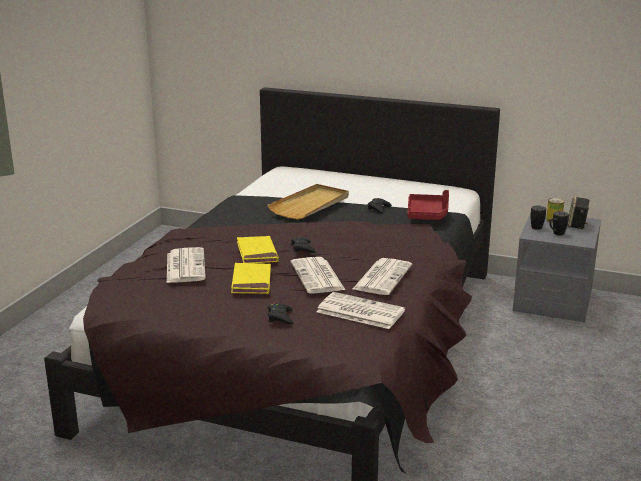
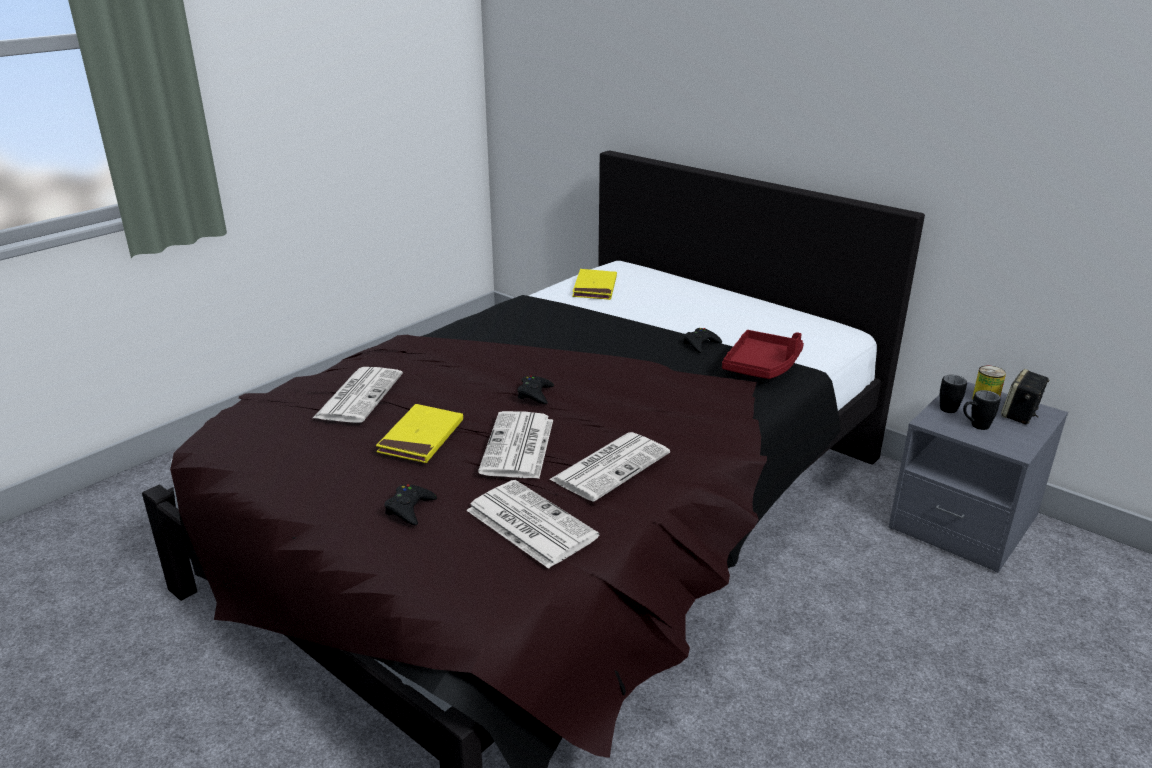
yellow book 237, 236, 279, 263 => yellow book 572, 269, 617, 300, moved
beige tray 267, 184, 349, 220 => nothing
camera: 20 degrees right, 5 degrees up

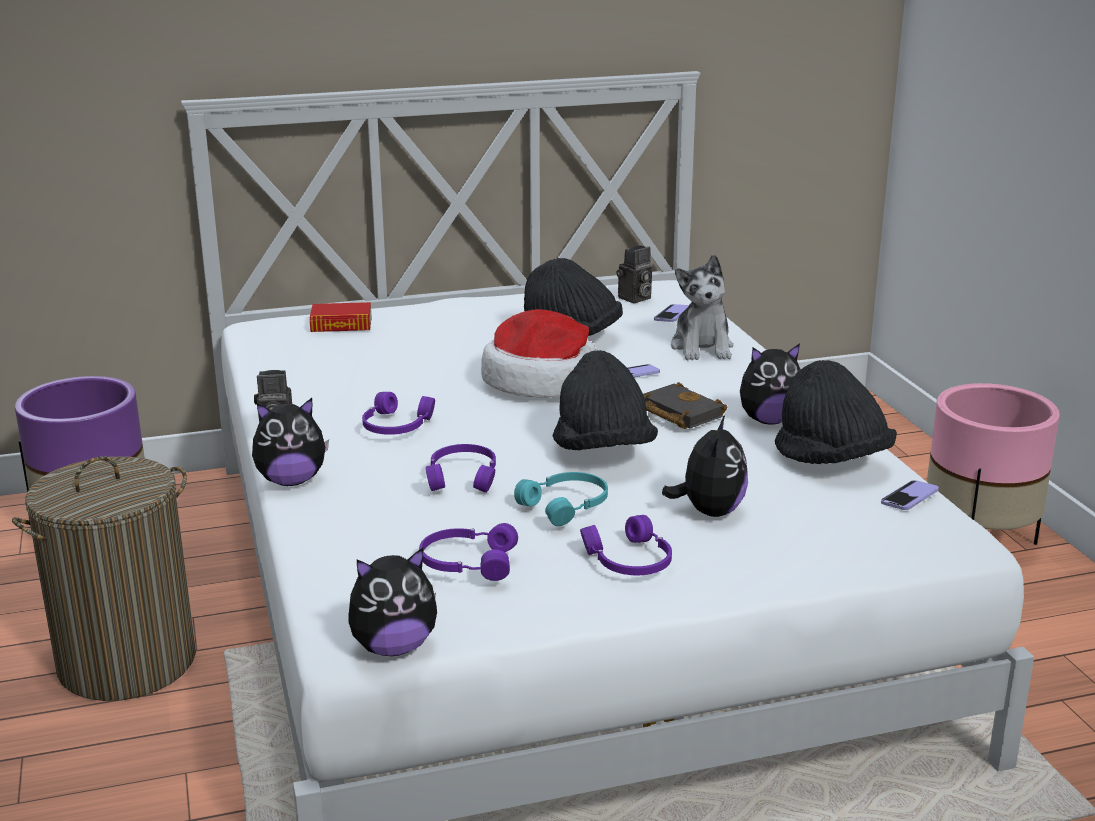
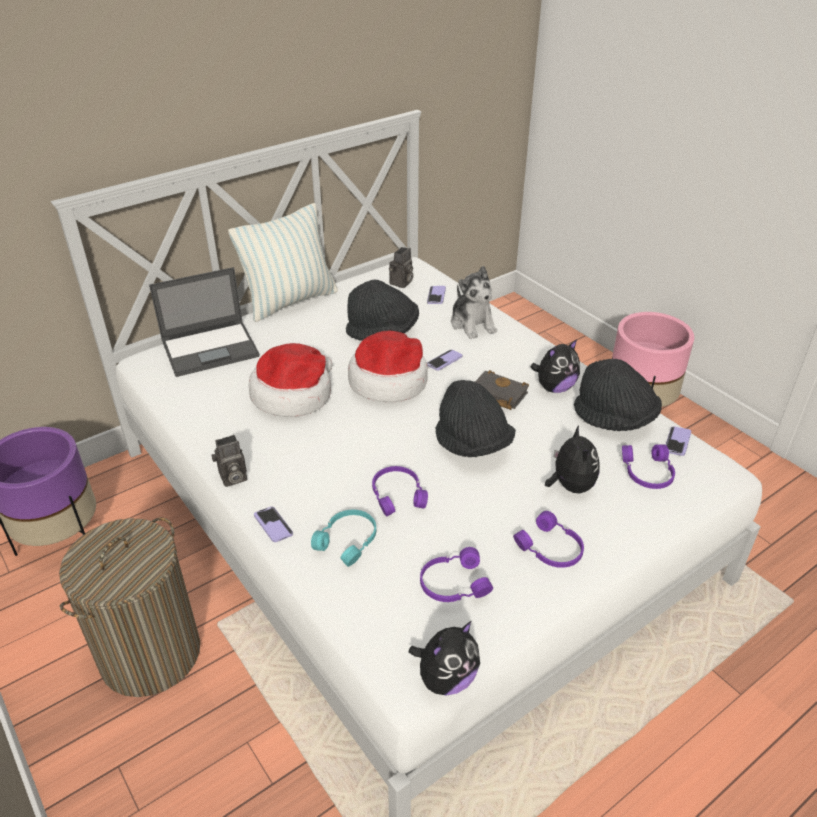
plush toy 252, 398, 329, 486 => phone 254, 506, 293, 542
book 310, 302, 372, 332 => laptop 149, 267, 260, 377
purple headphones 362, 392, 435, 435 => purple headphones 622, 444, 675, 489, moved
turquoise headphones 514, 472, 608, 526 => turquoise headphones 311, 510, 376, 567, moved
nothing => pillow 228, 203, 338, 322
nothing => hat 249, 343, 332, 417
camera: 20 degrees left, 15 degrees up

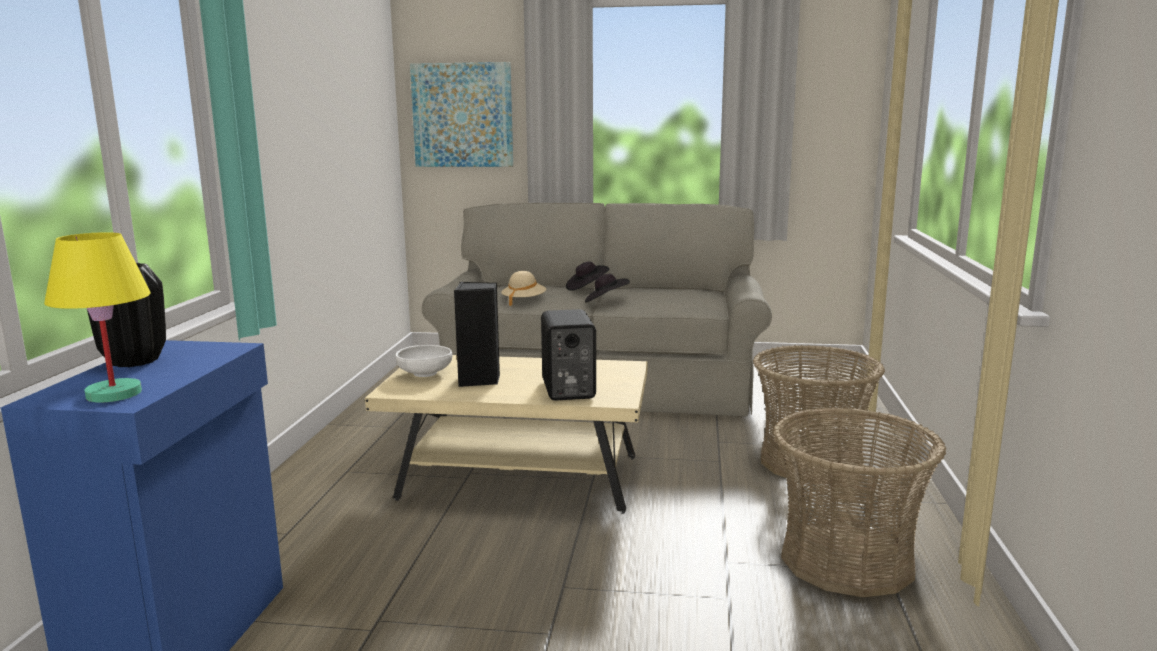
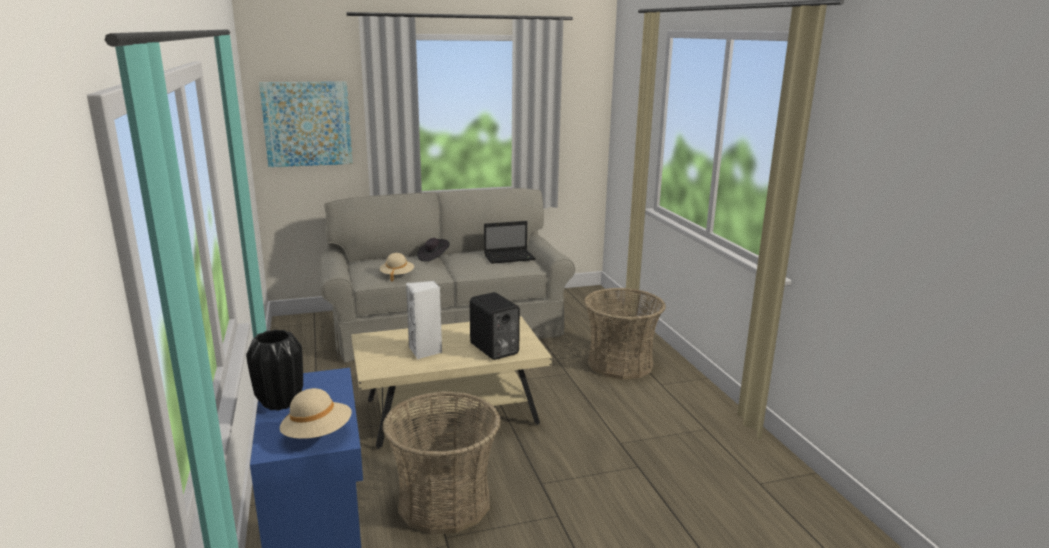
yellow table lamp 44, 232, 151, 402 => beige hat 280, 388, 352, 439
white bowl 395, 345, 453, 377 => nothing
black speaker 454, 282, 500, 387 => white speaker 406, 281, 442, 359
black hat 585, 274, 630, 302 => nothing
basket 773, 407, 946, 597 => basket 382, 391, 501, 534, moved
nothing => laptop 484, 221, 536, 264
camera: 25 degrees left, 5 degrees up

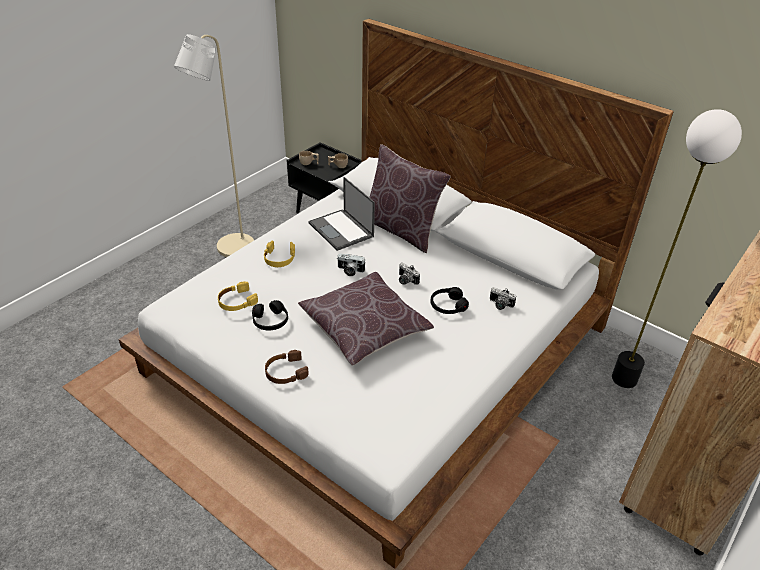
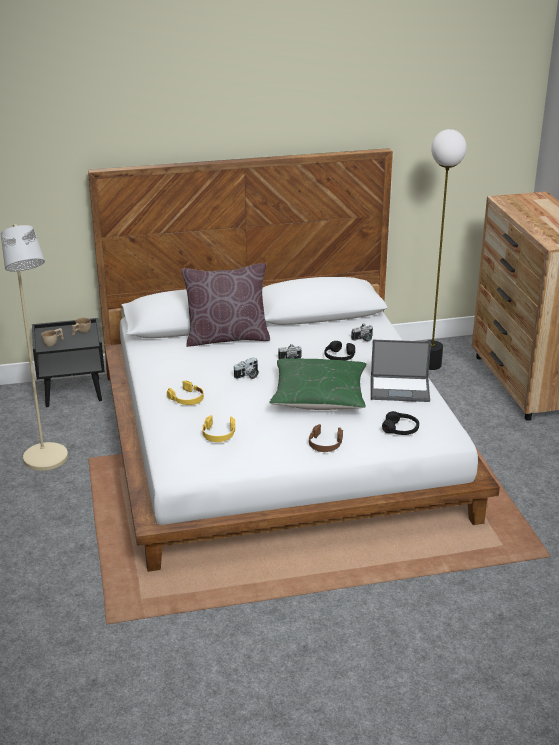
black headphones 252, 300, 288, 330 => black headphones 382, 411, 419, 435, moved
brown pillow 298, 272, 434, 366 => green pillow 269, 359, 366, 410
laptop 308, 177, 375, 251 => laptop 371, 340, 431, 402, moved
camera: 50 degrees left, 10 degrees down

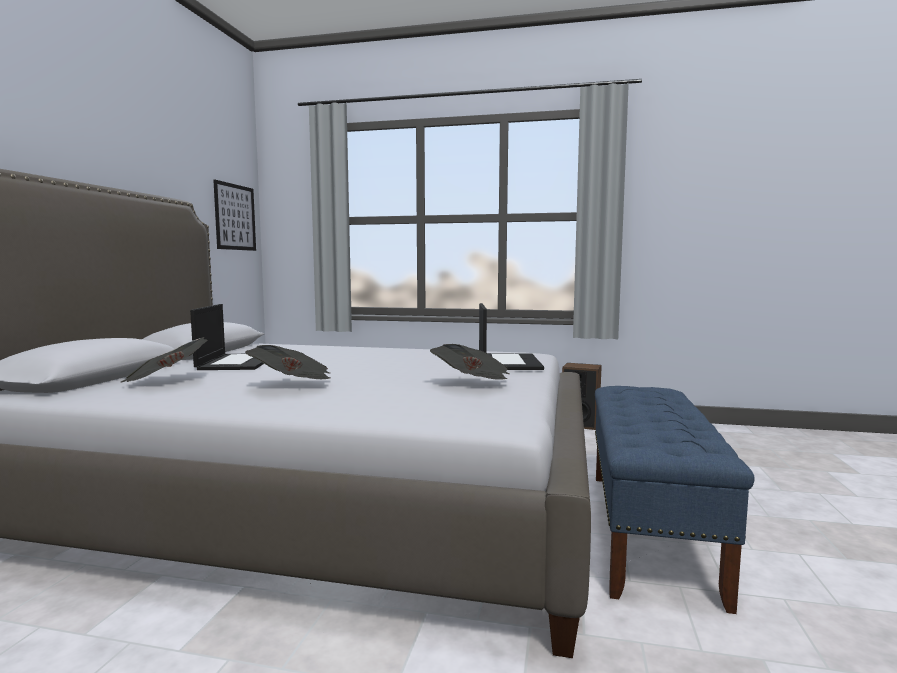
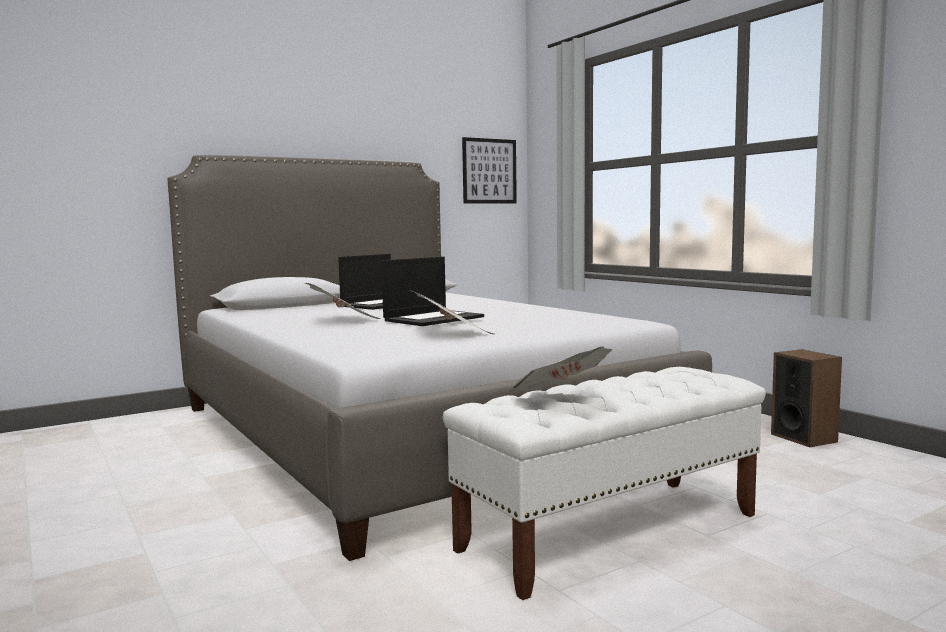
newspaper 121, 337, 207, 383 => newspaper 509, 346, 612, 392, moved
laptop 479, 303, 544, 370 => laptop 381, 257, 484, 326, moved
blue bench 595, 386, 755, 614 => white bench 443, 367, 766, 600
camera: 45 degrees right, 0 degrees up

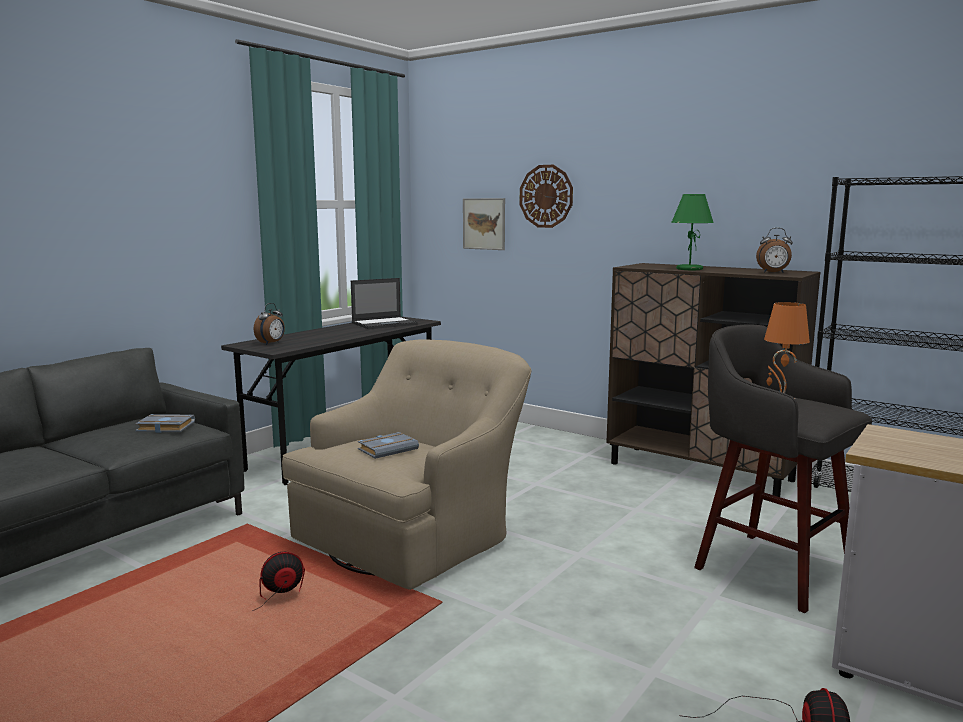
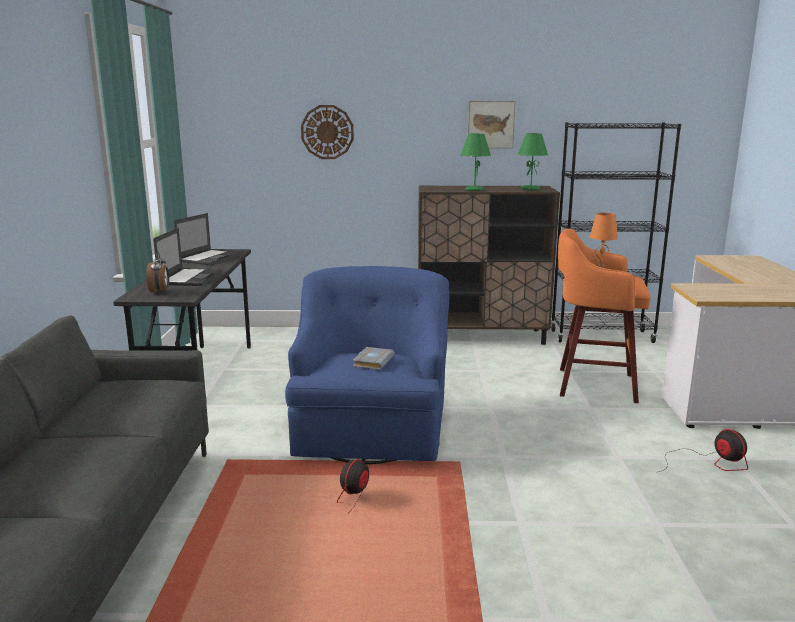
grey book 135, 414, 195, 433 => nothing
beige armchair 282, 339, 531, 590 => blue armchair 285, 266, 449, 464
picture 463, 198, 505, 250 => picture 468, 101, 516, 148, moved
grey stool 694, 324, 872, 613 => orange stool 558, 229, 651, 403
alarm clock 756, 228, 793, 273 => green table lamp 518, 133, 548, 190
nothing => laptop 153, 228, 222, 286
camera: 35 degrees left, 5 degrees up

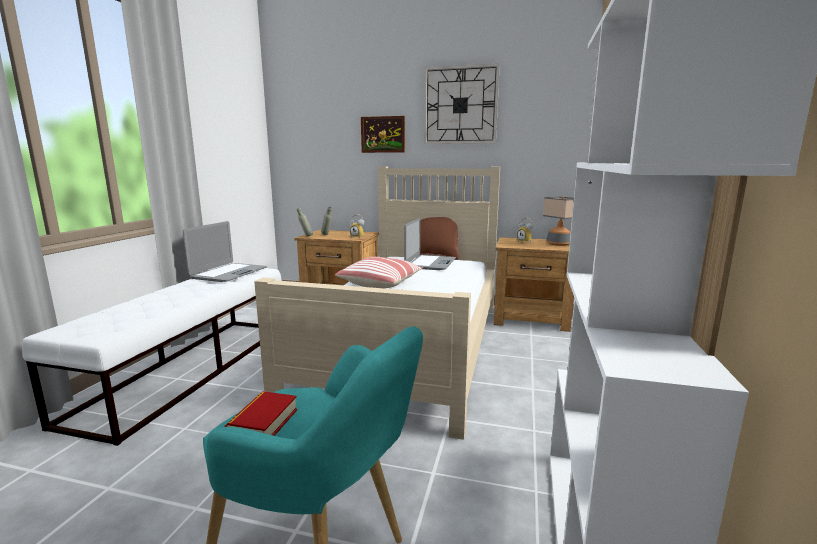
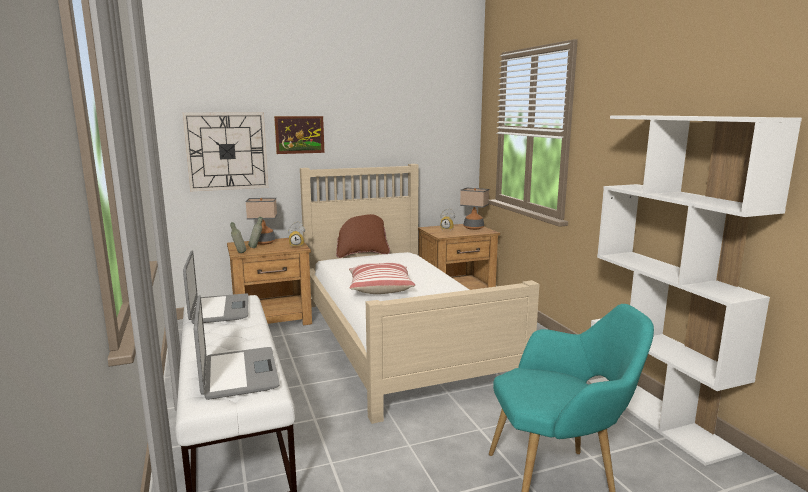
book 225, 391, 297, 436 => nothing
laptop 404, 218, 456, 270 => laptop 194, 295, 280, 400, moved
wall clock 424, 63, 500, 144 => wall clock 183, 112, 269, 191, moved
nothing => table lamp 246, 198, 277, 245
camera: 35 degrees left, 0 degrees up

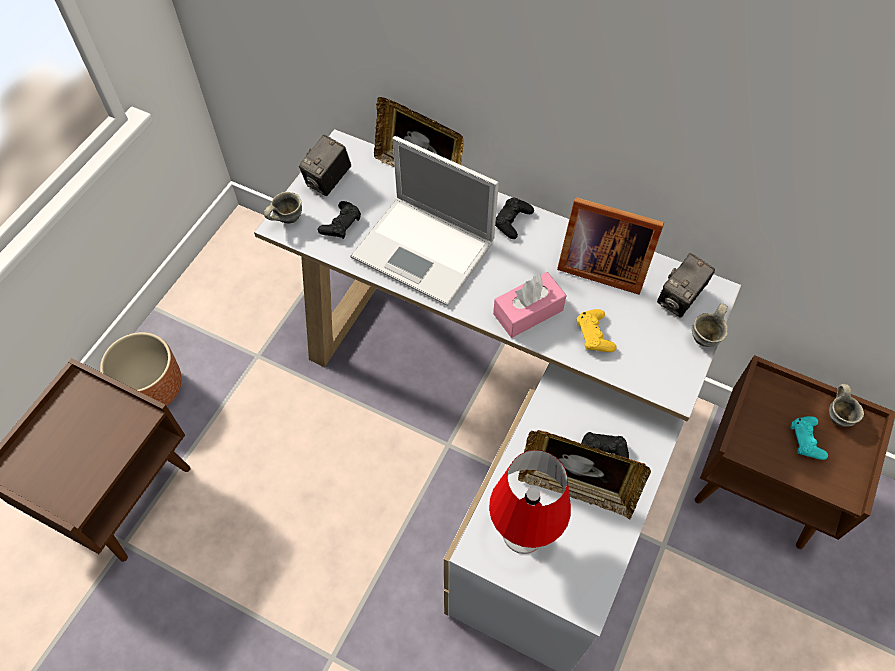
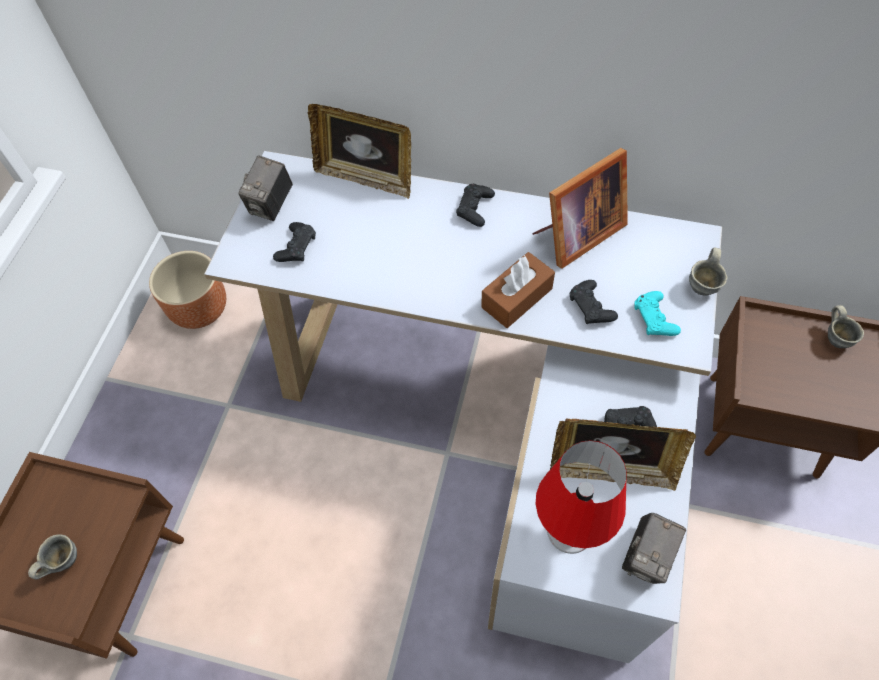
brown planter 100, 332, 182, 406 => brown planter 149, 251, 226, 329, moved
grey mug 264, 192, 302, 223 => grey mug 28, 535, 77, 580, moved
laptop 350, 136, 499, 306 => nothing
pink tissue box 493, 272, 567, 338 => brown tissue box 481, 252, 555, 328
picture frame 557, 197, 664, 295 => picture frame 532, 148, 628, 269, 45 degrees counterclockwise
yellow game controller 577, 309, 617, 352 => black game controller 570, 280, 618, 324
photo camera 657, 253, 715, 318 => photo camera 622, 513, 686, 584, moved
turquoise game controller 790, 416, 828, 460 => turquoise game controller 634, 291, 681, 336, moved
camera: 10 degrees left, 0 degrees up

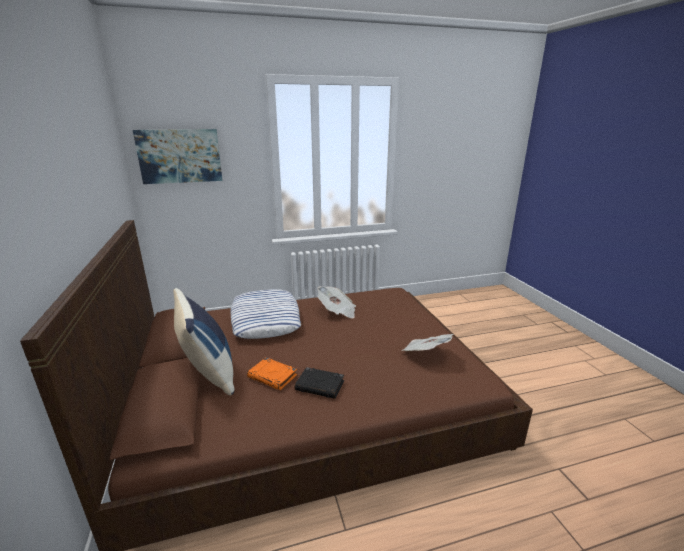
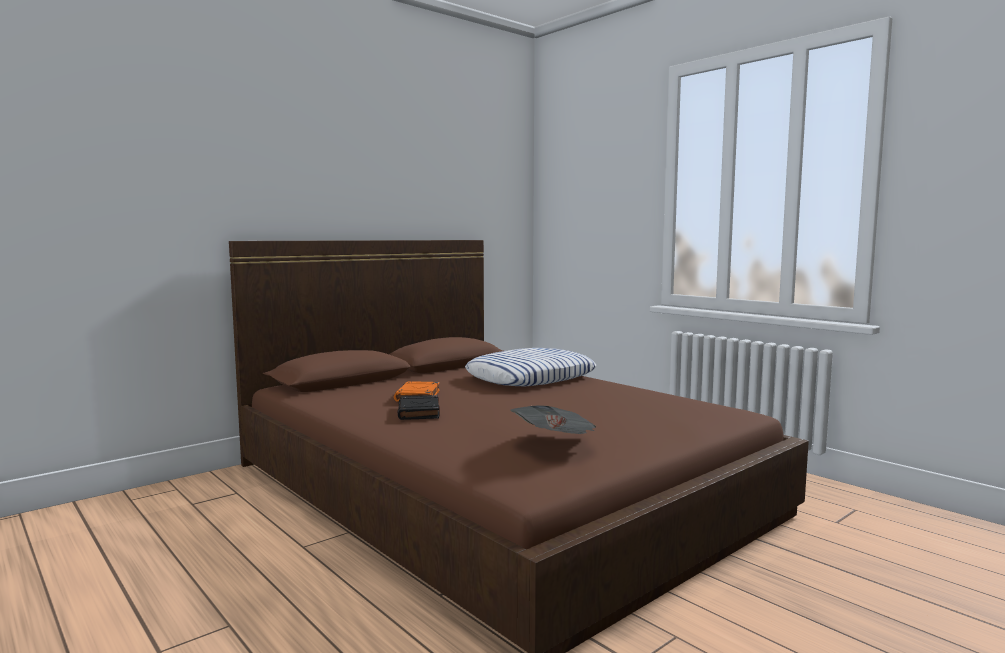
picture 133, 129, 223, 184 => nothing
blue pillow 173, 288, 234, 395 => nothing
newspaper 317, 286, 356, 319 => nothing
camera: 65 degrees right, 15 degrees down

